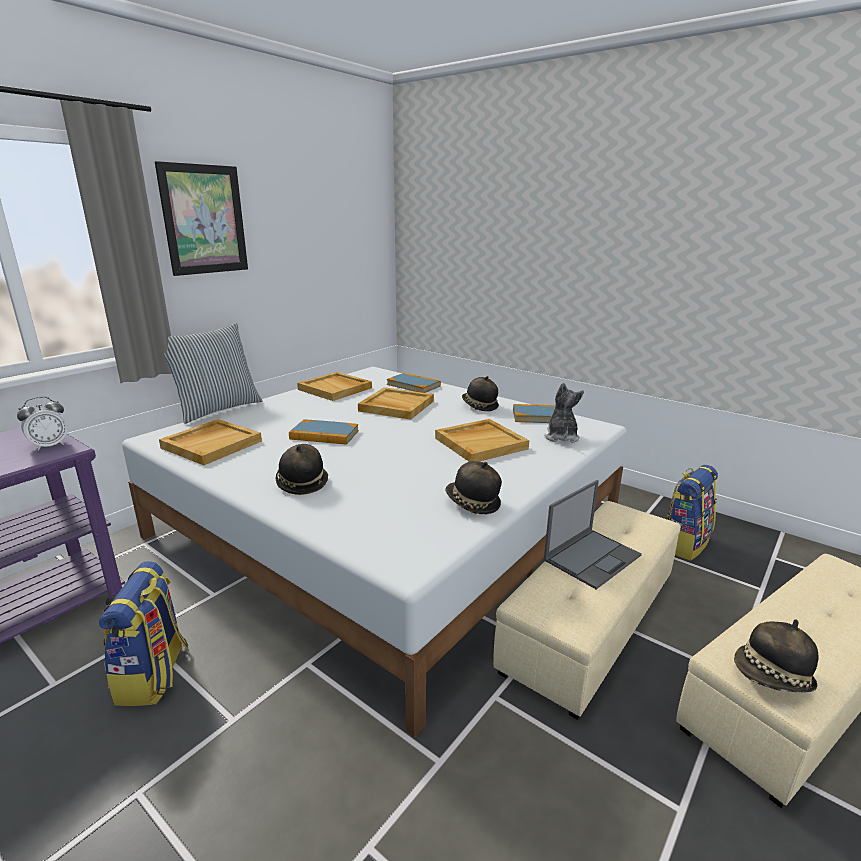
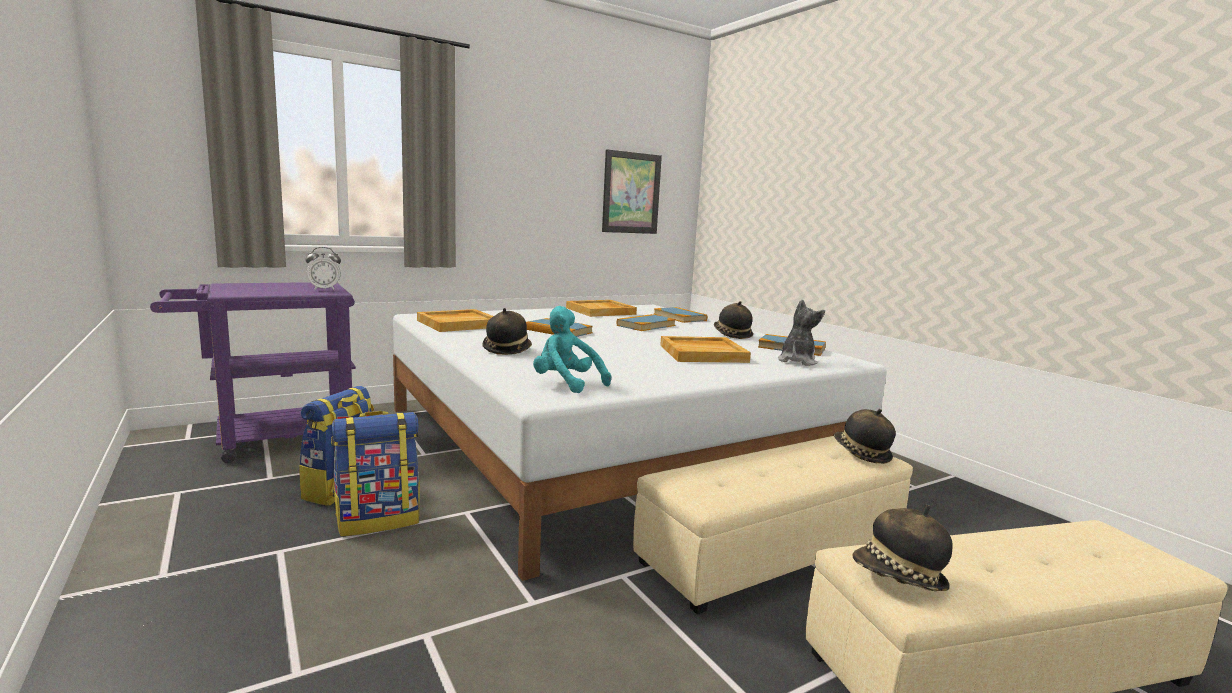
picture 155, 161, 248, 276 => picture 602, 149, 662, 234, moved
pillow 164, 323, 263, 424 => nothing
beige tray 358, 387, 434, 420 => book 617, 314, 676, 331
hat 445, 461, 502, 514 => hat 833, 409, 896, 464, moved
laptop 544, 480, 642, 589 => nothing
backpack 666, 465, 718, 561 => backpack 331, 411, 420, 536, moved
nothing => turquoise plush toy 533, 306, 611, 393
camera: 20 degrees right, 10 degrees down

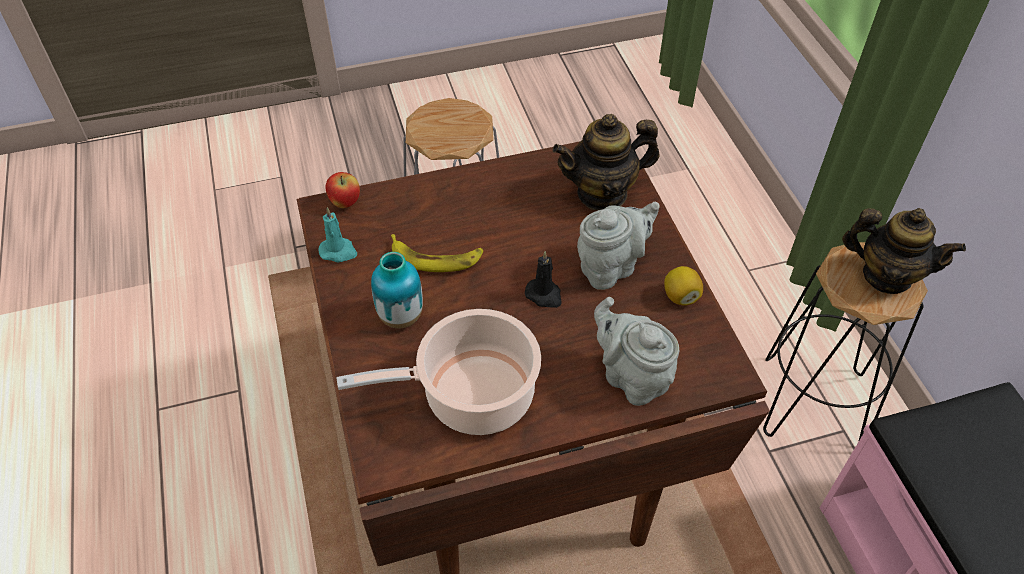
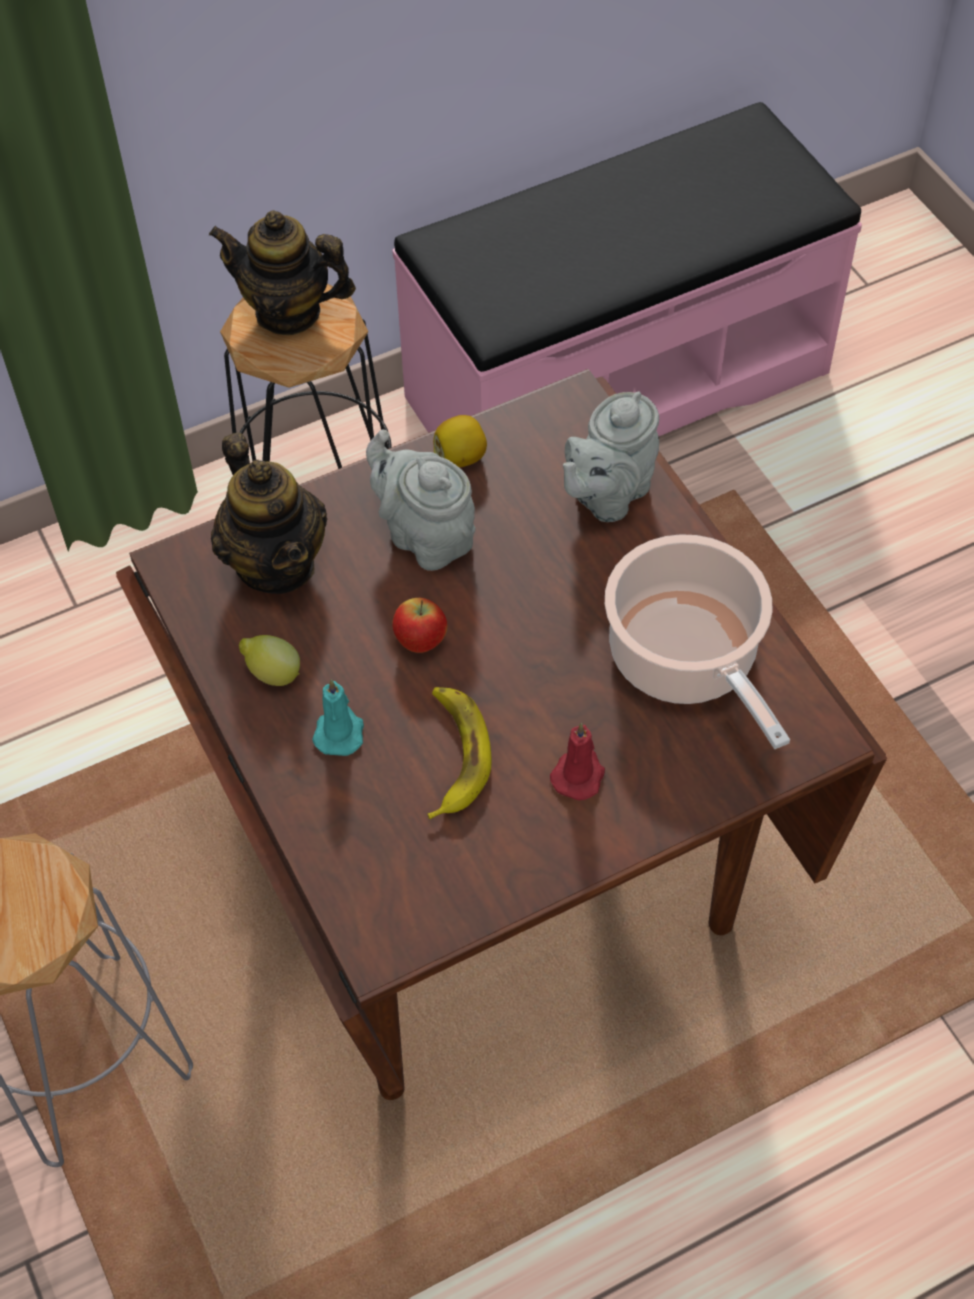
turquoise candle 318, 207, 357, 262 => turquoise candle 312, 679, 364, 756, moved
apple 326, 172, 360, 208 => apple 392, 598, 447, 653, moved
vase 371, 252, 423, 329 => red candle 550, 723, 605, 800
black candle 525, 251, 562, 308 => nothing
teapot 842, 208, 966, 294 => teapot 209, 210, 356, 335, 90 degrees counterclockwise
nothing => lemon 239, 635, 300, 686
camera: 100 degrees left, 5 degrees up

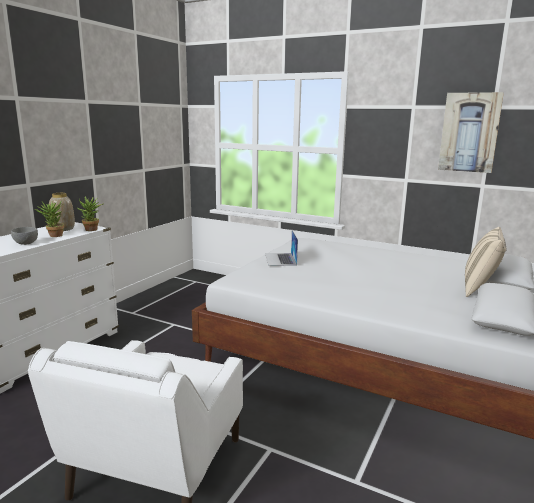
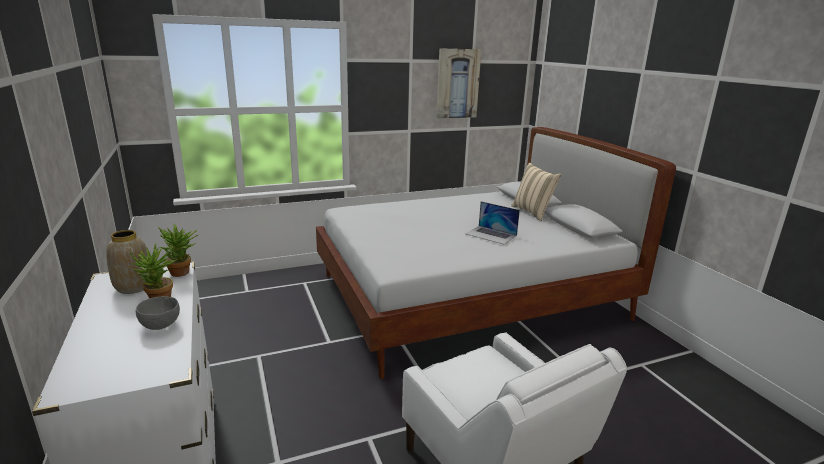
laptop 265, 230, 298, 266 => laptop 465, 201, 520, 244, moved
camera: 50 degrees left, 5 degrees up

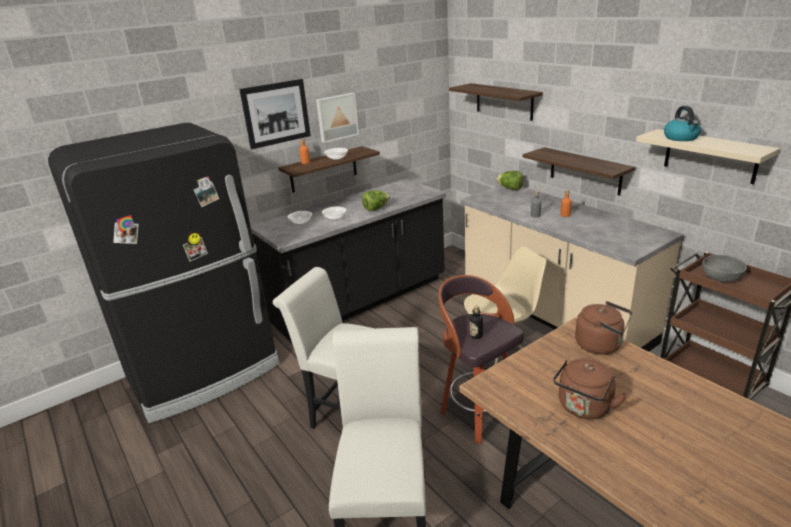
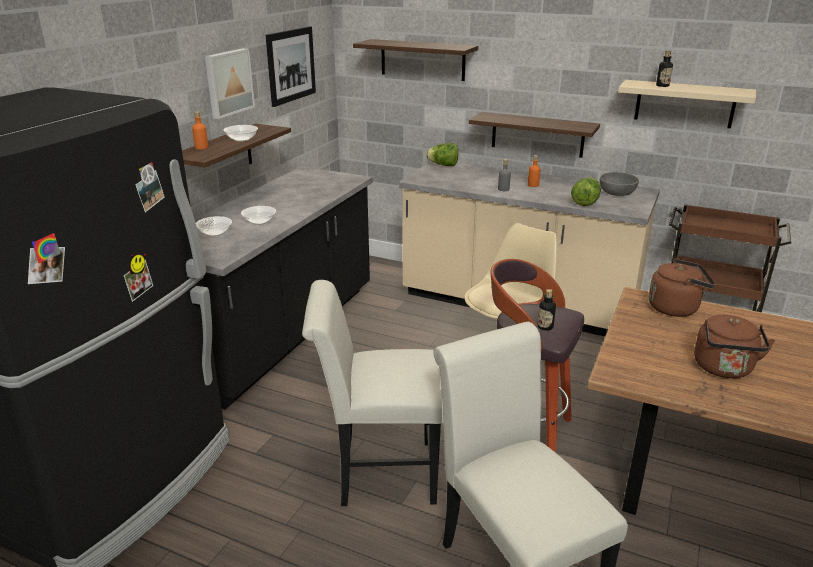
picture 239, 79, 311, 149 => picture 266, 26, 316, 107, moved
lettuce 362, 190, 390, 211 => lettuce 571, 177, 601, 206, moved
kettle 664, 106, 701, 141 => bottle 656, 51, 673, 87
grey bowl 702, 255, 747, 282 => grey bowl 600, 172, 639, 196, moved
camera: 30 degrees left, 0 degrees up

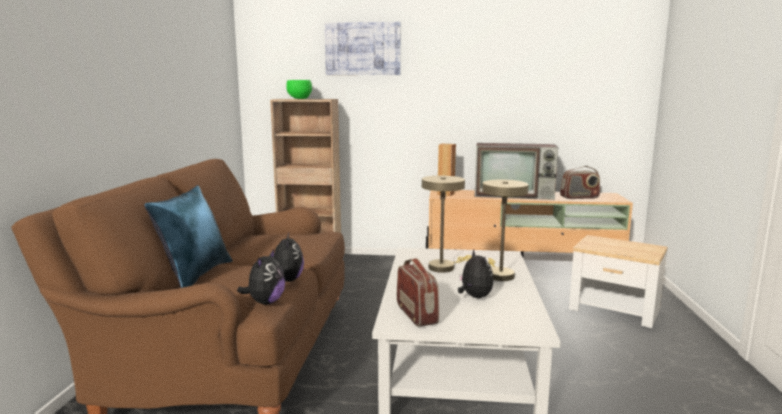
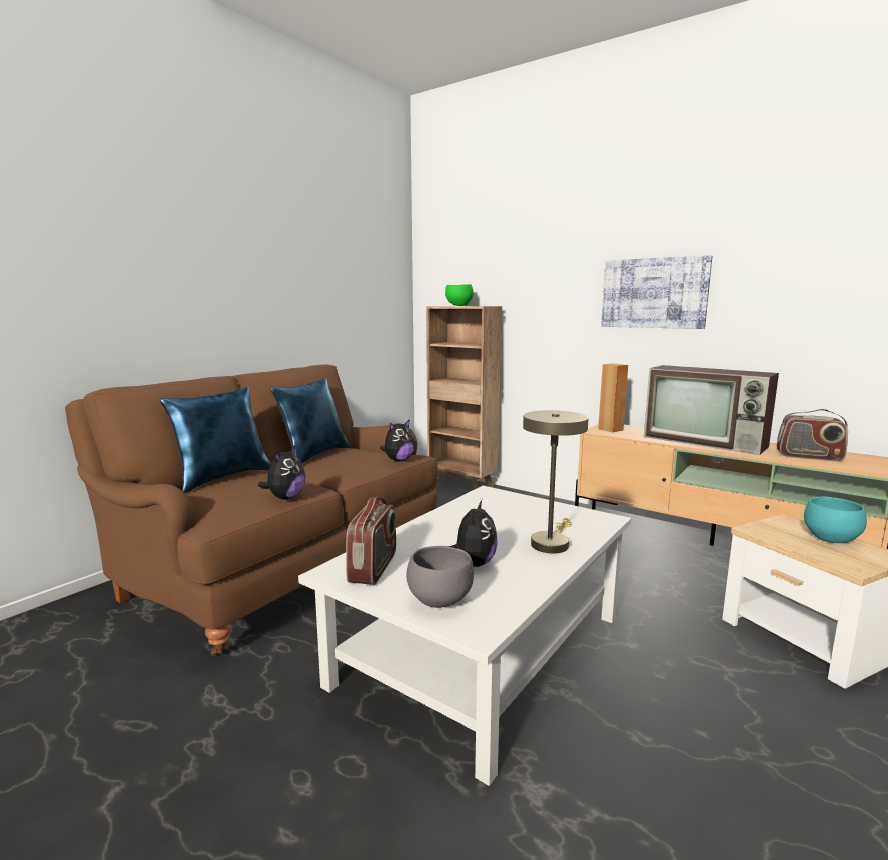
plush toy 237, 250, 285, 305 => plush toy 380, 419, 415, 461, moved
picture 325, 22, 401, 75 => picture 601, 255, 712, 329, moved
beige table lamp 422, 176, 472, 273 => nothing
nothing => blue pillow 270, 378, 351, 464
nothing => grey bowl 406, 546, 474, 608
nothing => turquoise bowl 804, 496, 867, 543
camera: 30 degrees right, 0 degrees up

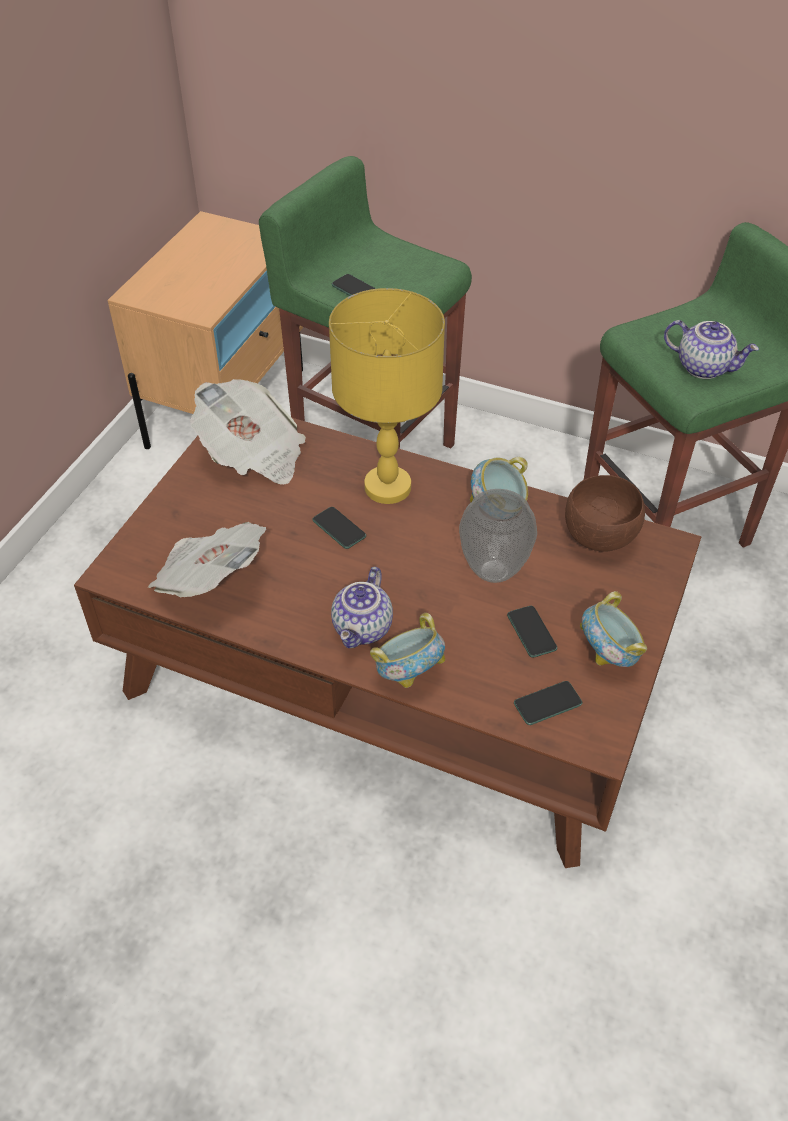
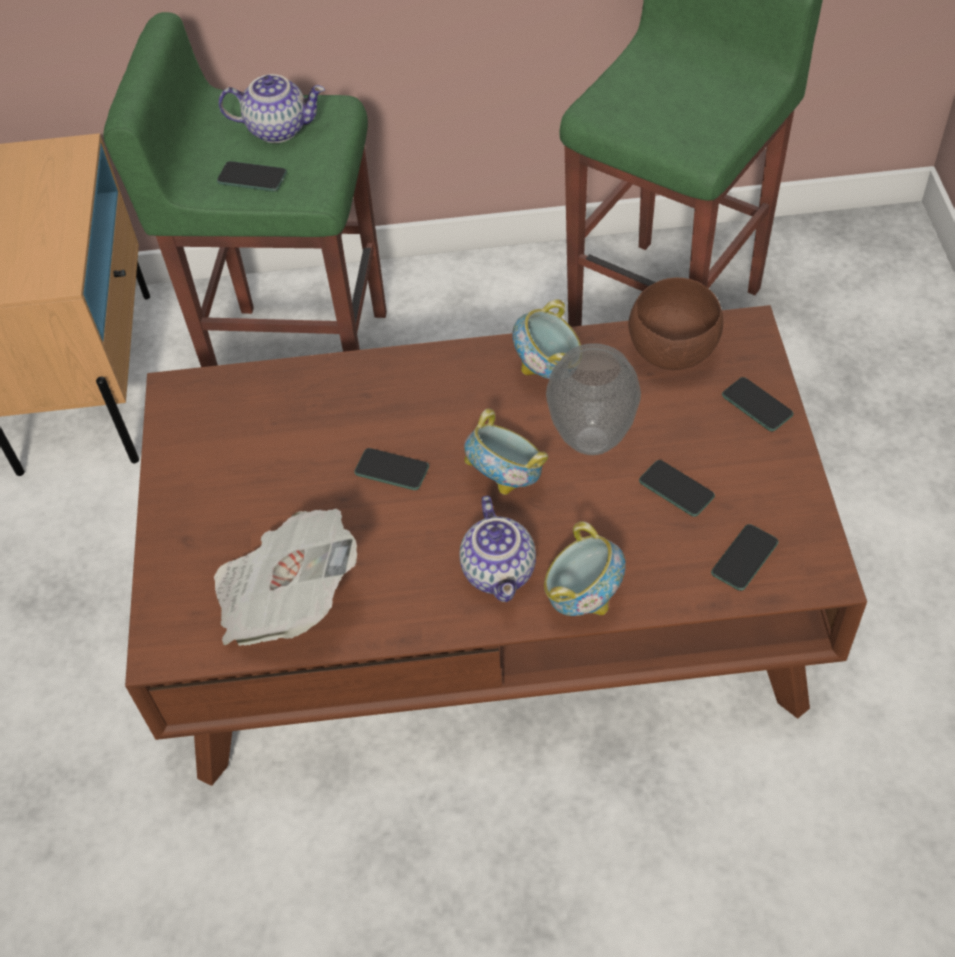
newspaper 190, 379, 306, 485 => nothing
yellow table lamp 329, 288, 445, 504 => nothing
bowl 580, 591, 647, 667 => bowl 464, 408, 548, 495, moved
teapot 664, 320, 759, 379 => teapot 219, 74, 325, 143, moved
nothing => phone 722, 377, 794, 431
camera: 25 degrees left, 5 degrees up

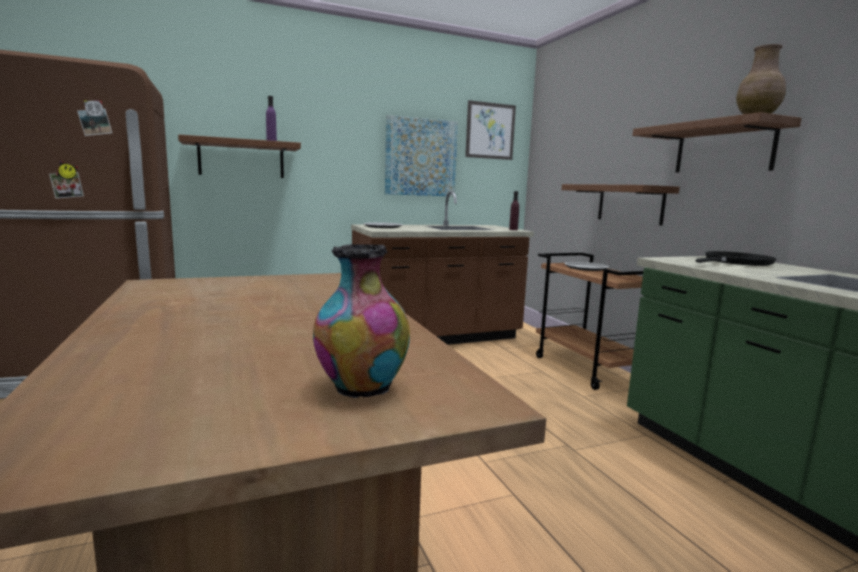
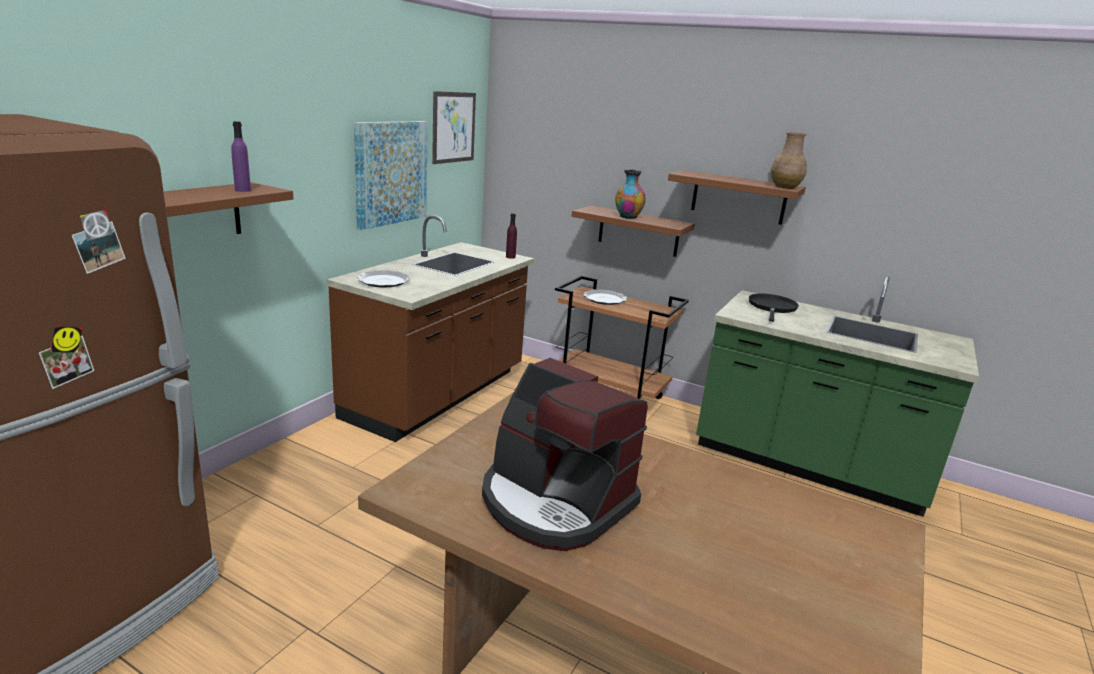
vase 313, 244, 410, 398 => vase 615, 170, 646, 219, moved
nothing => coffee machine 482, 358, 648, 551
camera: 40 degrees left, 10 degrees up

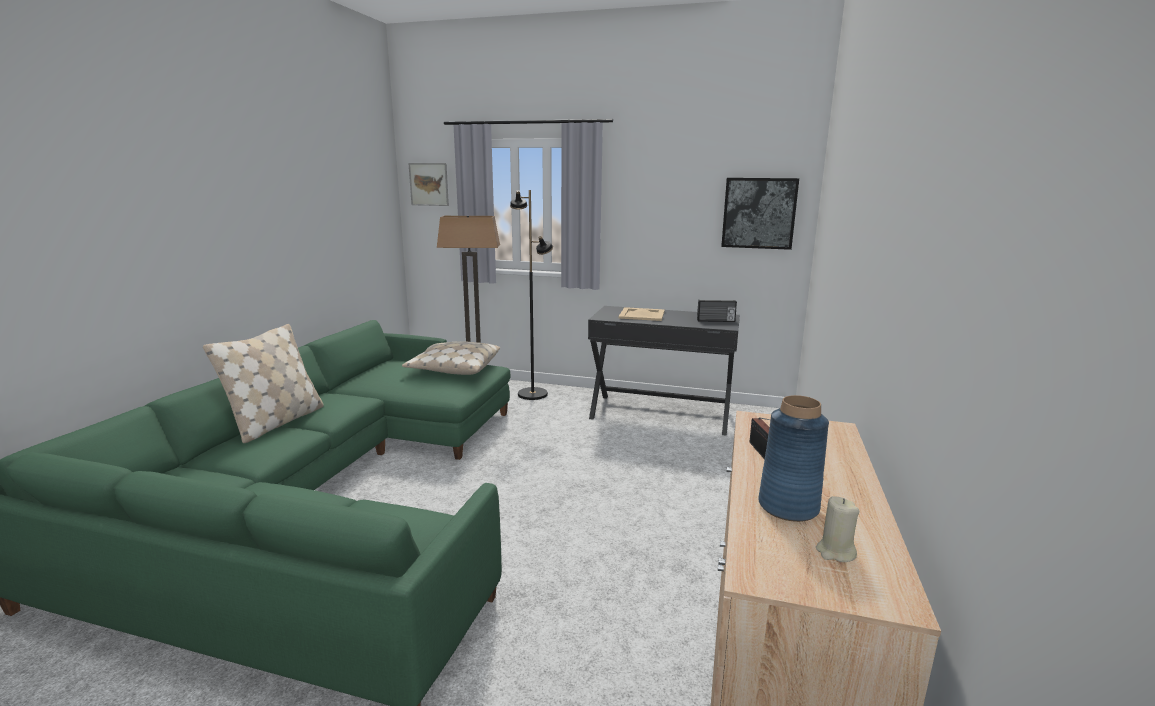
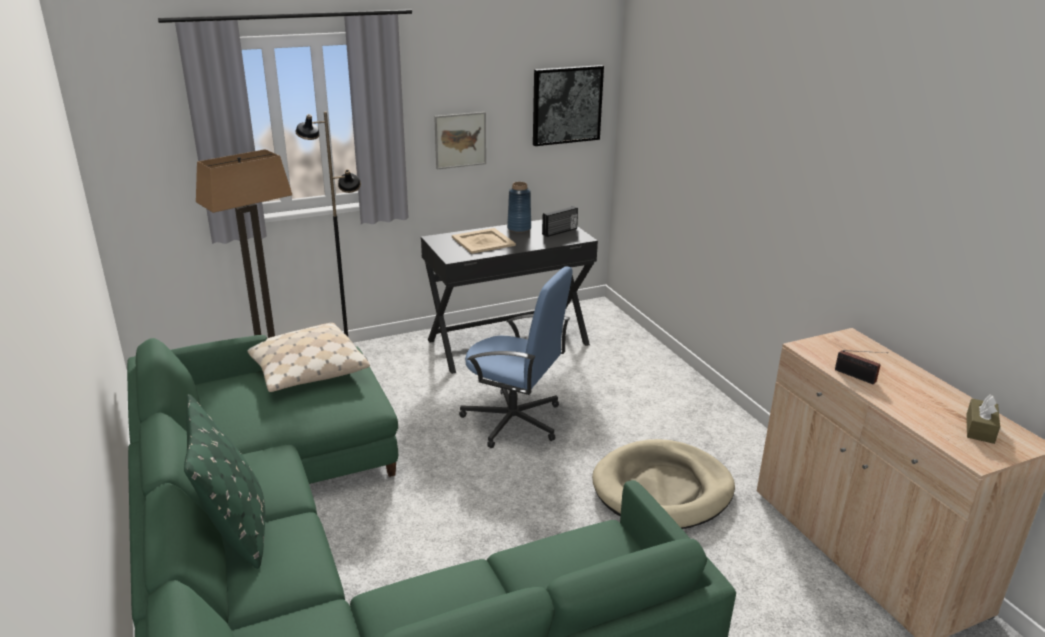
beige pillow 203, 324, 324, 443 => green pillow 184, 394, 265, 569
picture 409, 163, 449, 206 => picture 434, 112, 486, 169, moved
blue vase 758, 395, 829, 522 => blue vase 507, 182, 531, 233, moved
beige candle 816, 496, 859, 562 => brown tissue box 966, 394, 1000, 444
nothing => blue office chair 459, 267, 572, 448
nothing => beige dog bed 592, 439, 735, 529
camera: 40 degrees left, 10 degrees up

